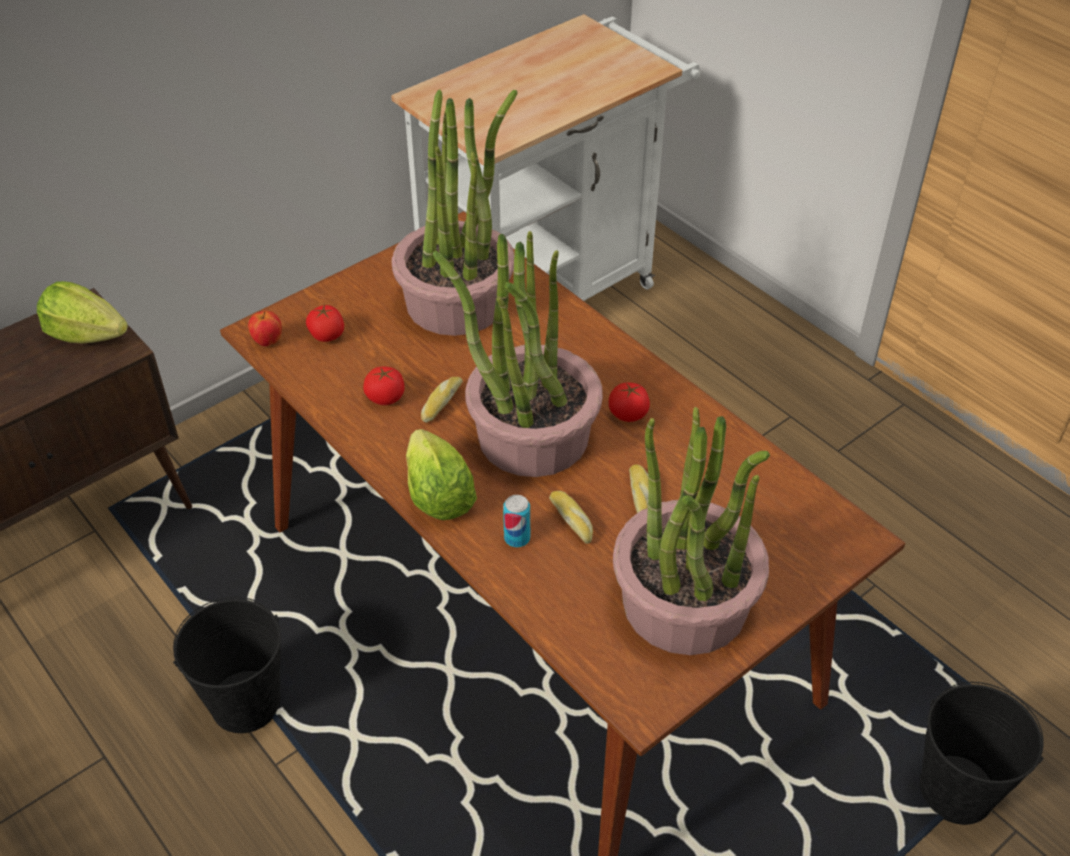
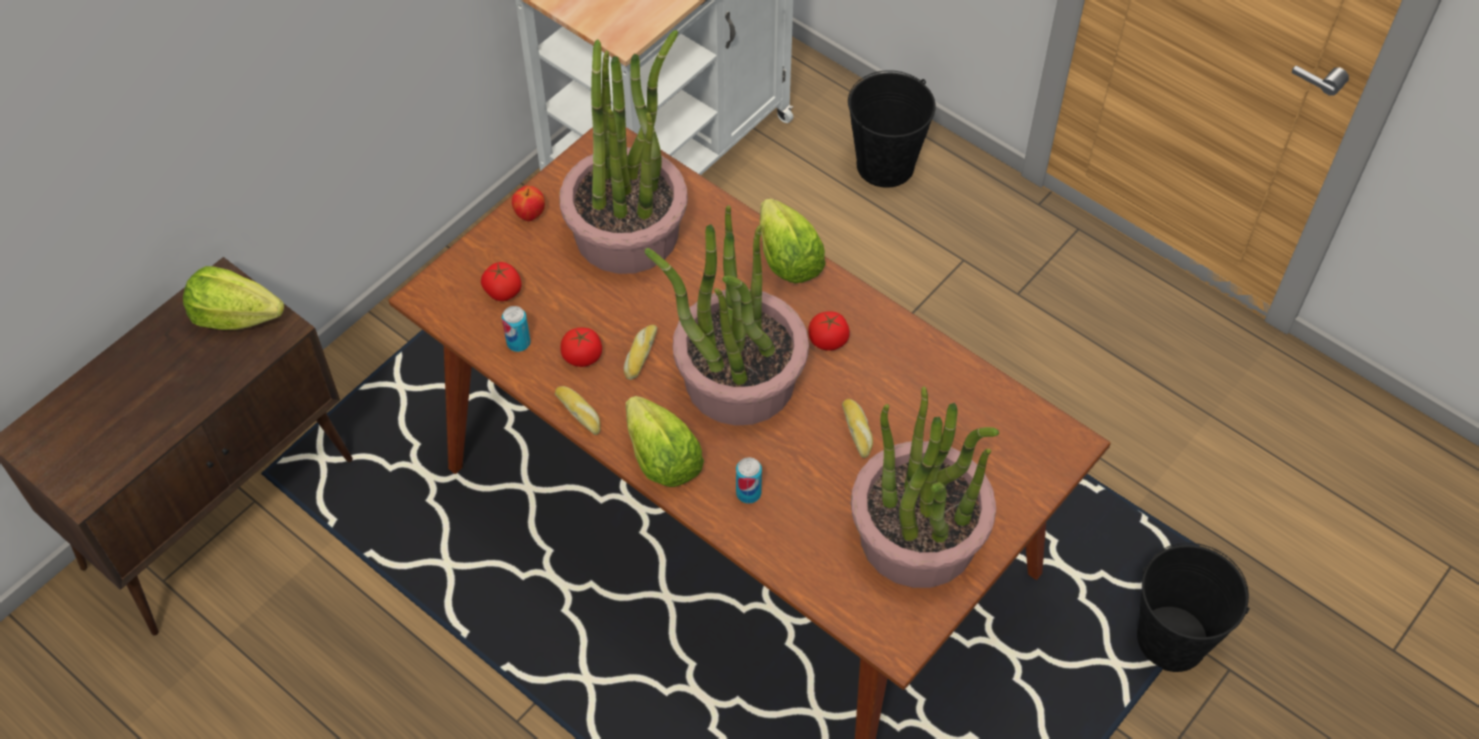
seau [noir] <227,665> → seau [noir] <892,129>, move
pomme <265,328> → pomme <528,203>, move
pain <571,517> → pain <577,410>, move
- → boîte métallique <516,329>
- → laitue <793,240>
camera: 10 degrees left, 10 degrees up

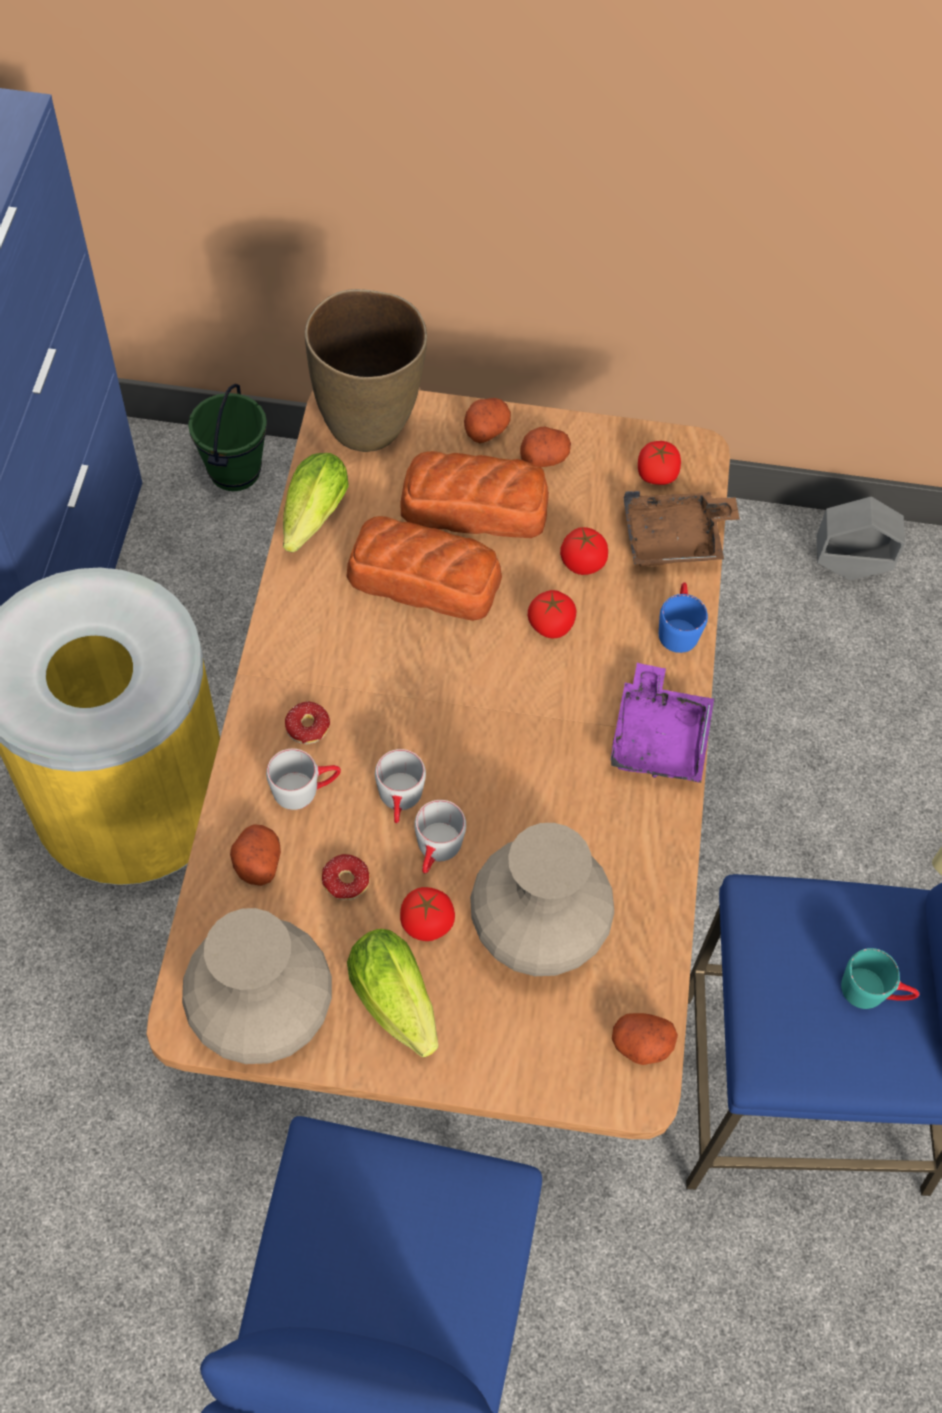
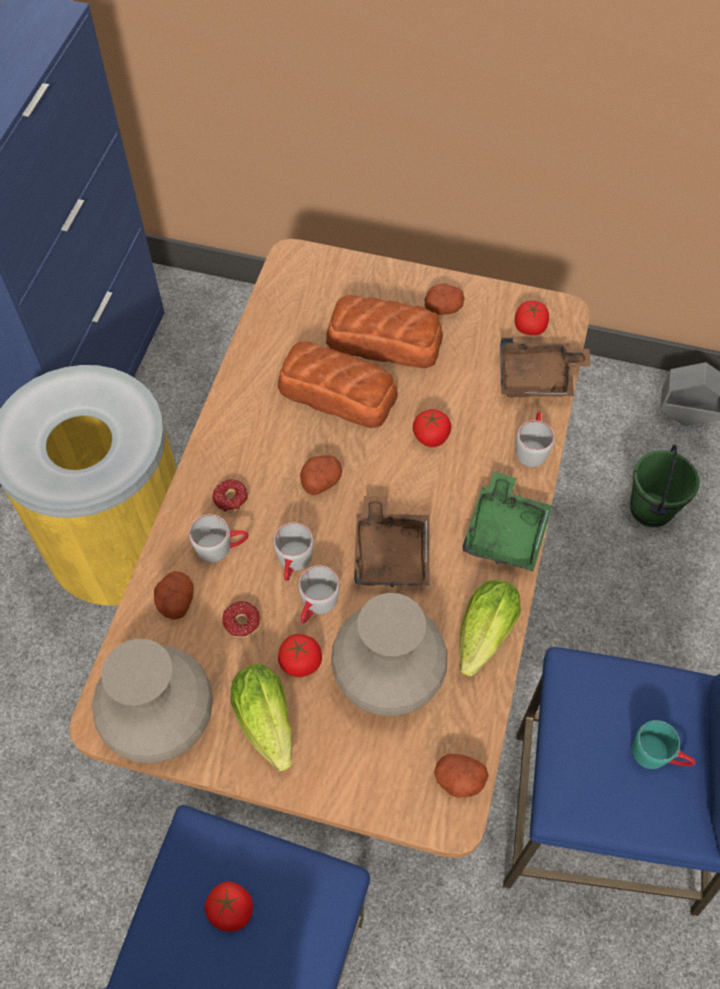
seau [vert] <227,437> → seau [vert] <664,485>, move
laitue <316,502> → laitue <490,628>, move
vase [marron] <366,370> → -
pomme de terre <487,420> → pomme de terre <321,475>, move
tomate <584,551> → tomate <228,906>, move
plateau [violet] <662,723> → plateau [vert] <507,522>
mug [bleu] <683,617> → mug [gris] <535,439>
- → plateau [marron] <392,541>
camera: 10 degrees right, 0 degrees up

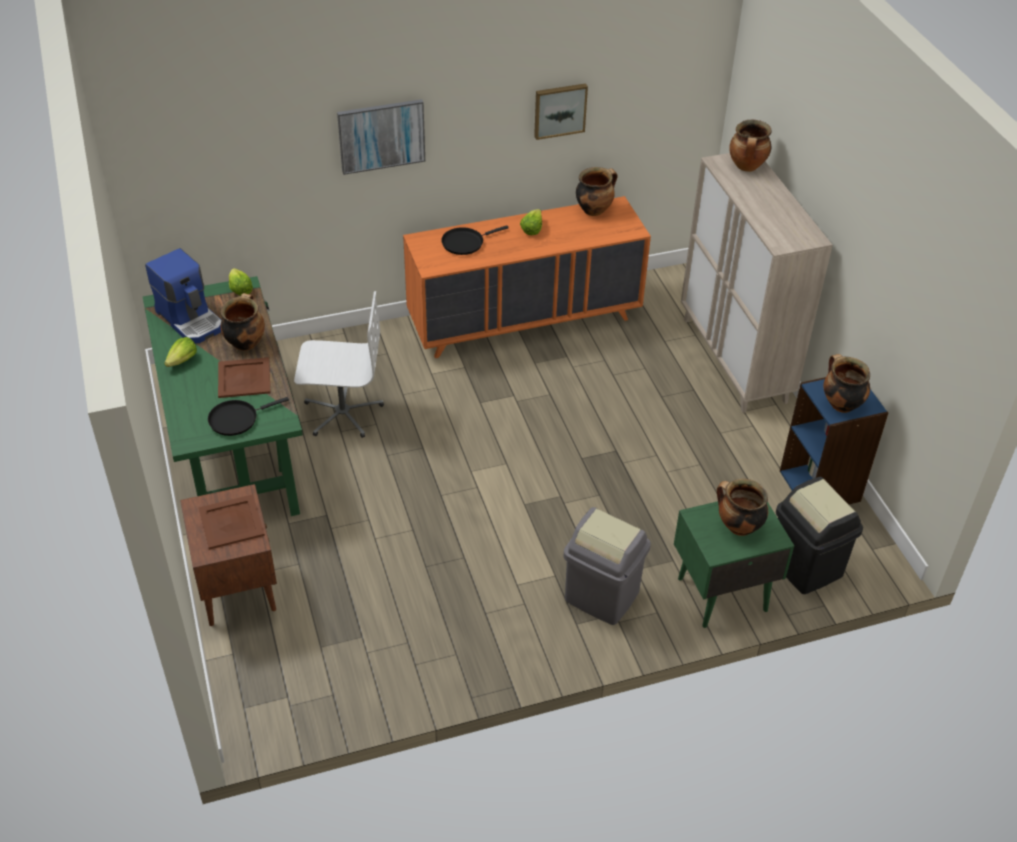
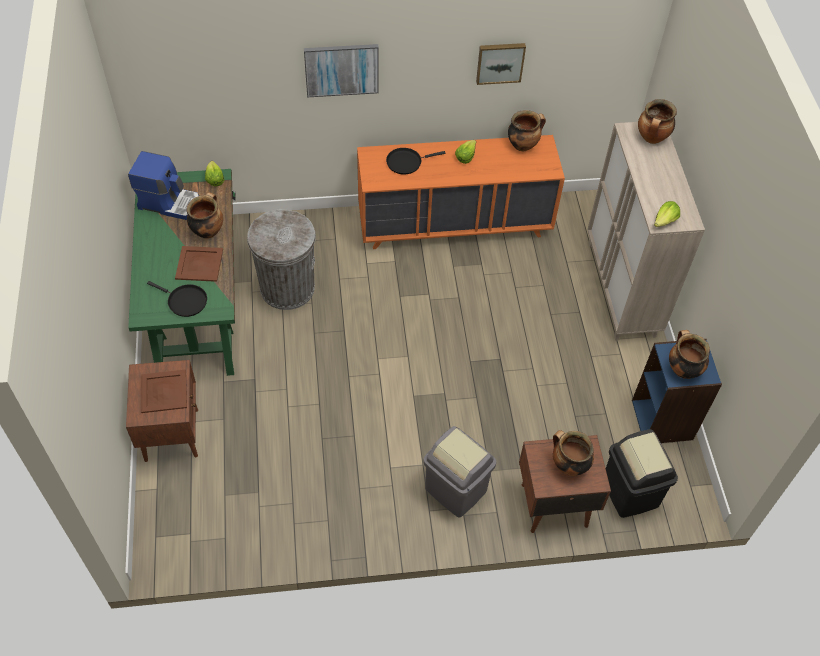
machine à café <183,295> → machine à café <163,185>, 45 degrees counterclockwise
laitue <180,352> → laitue <667,214>, move
poêle [noir] <248,416> → poêle [noir] <177,299>, 135 degrees counterclockwise
chaise de bureau [blanc] <339,364> → poubelle [gris] <281,259>
table de chevet [vert] <734,564> → table de chevet [marron] <565,484>
camera: 10 degrees right, 10 degrees up

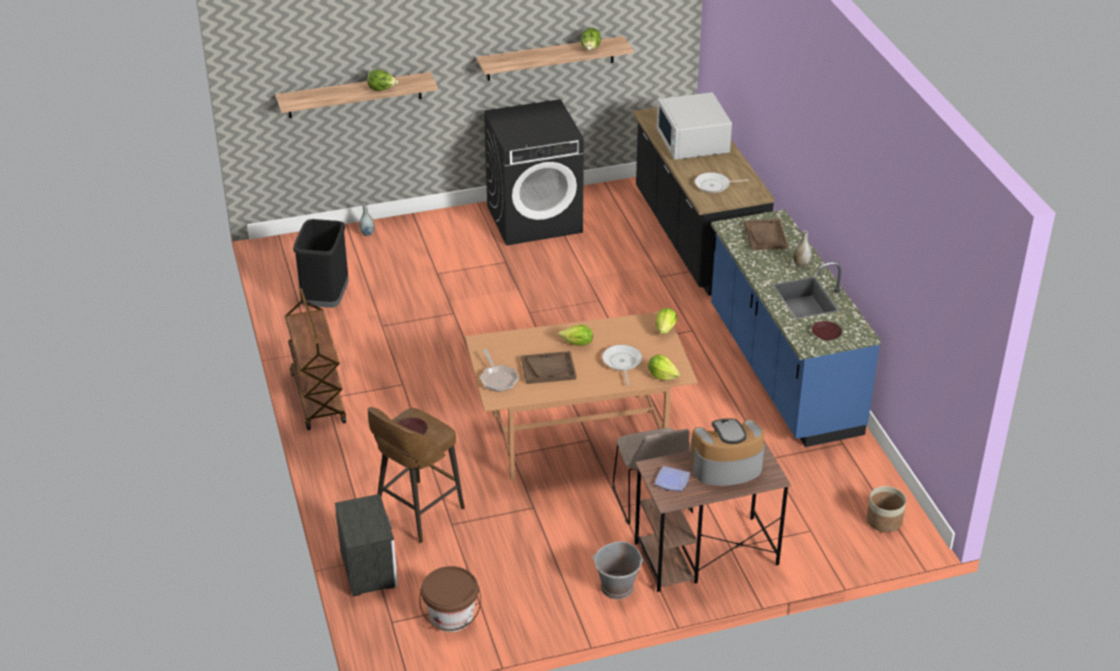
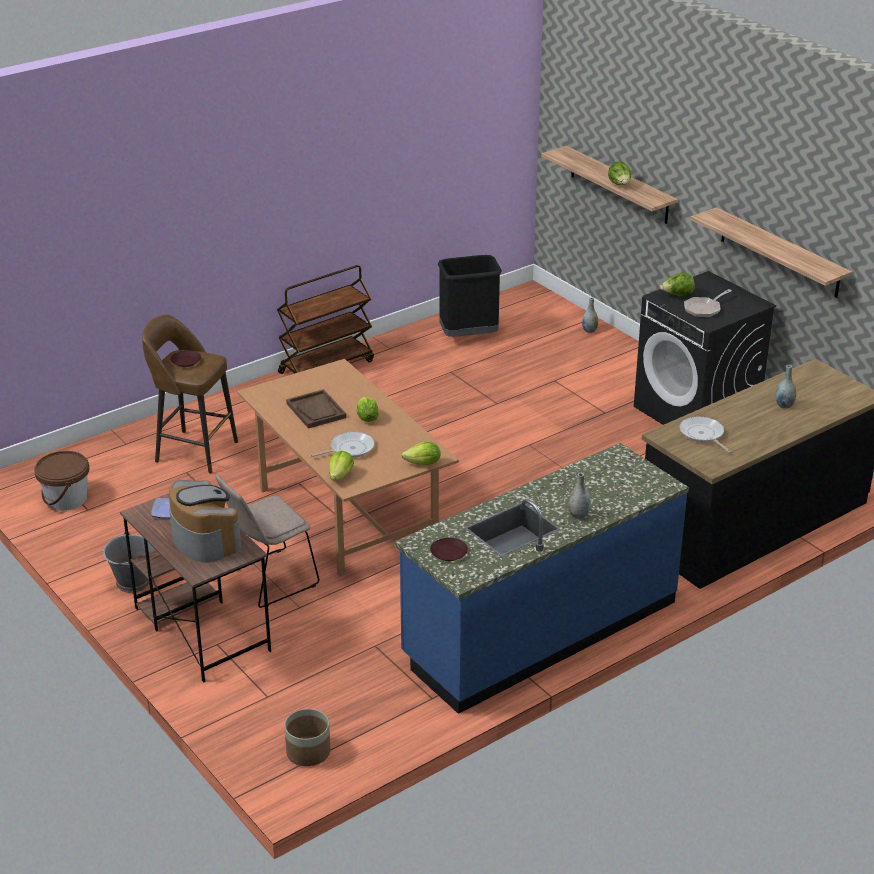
table de chevet <366,545> → -
poêle <499,370> → poêle <708,303>, move
laitue <591,39> → laitue <677,284>, move
micro-ondes [blanc] <694,126> → vase [gris] <785,387>
plateau [marron] <766,234> → -
camera: 70 degrees right, 5 degrees down

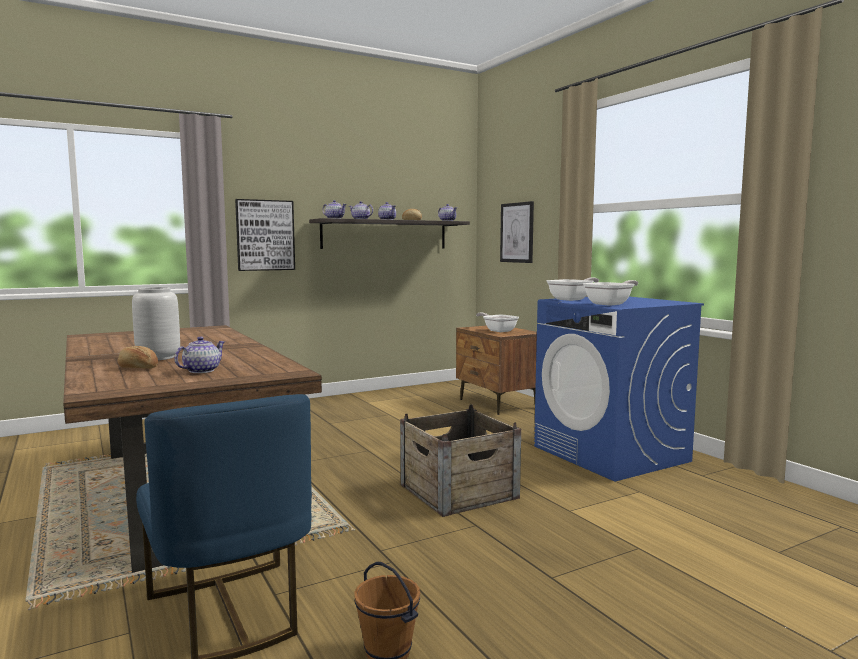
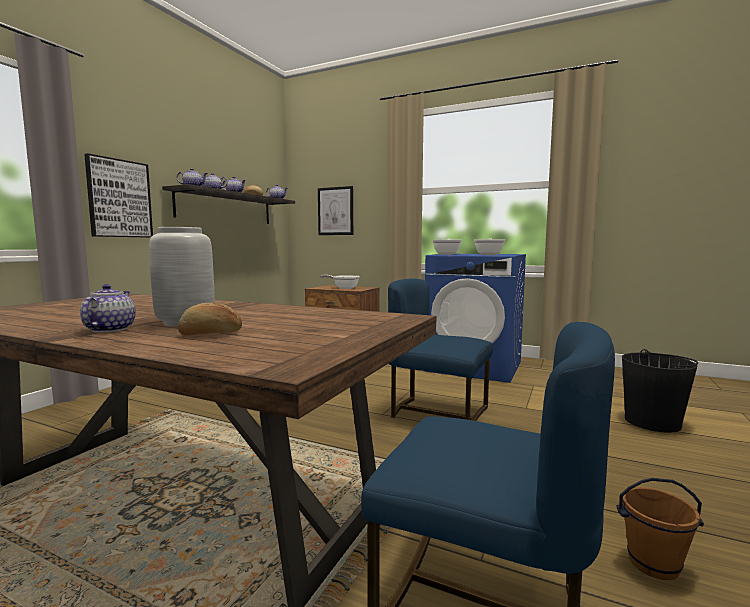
théière <200,354> → théière <108,308>, move
caisse <460,460> → chaise [bleu] <440,349>
- → seau [noir] <660,391>
camera: 35 degrees left, 0 degrees up

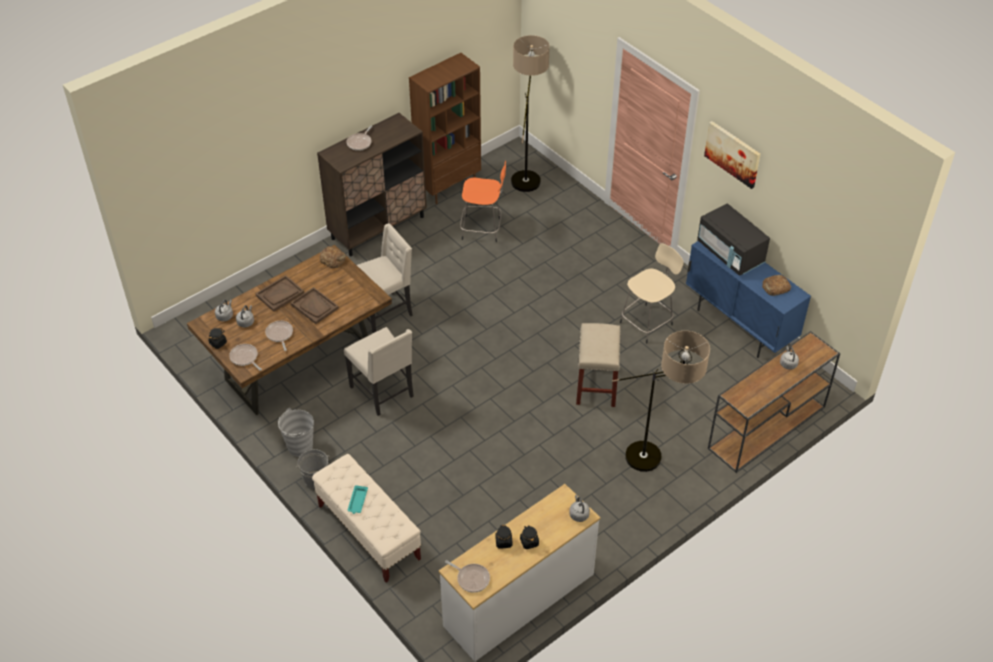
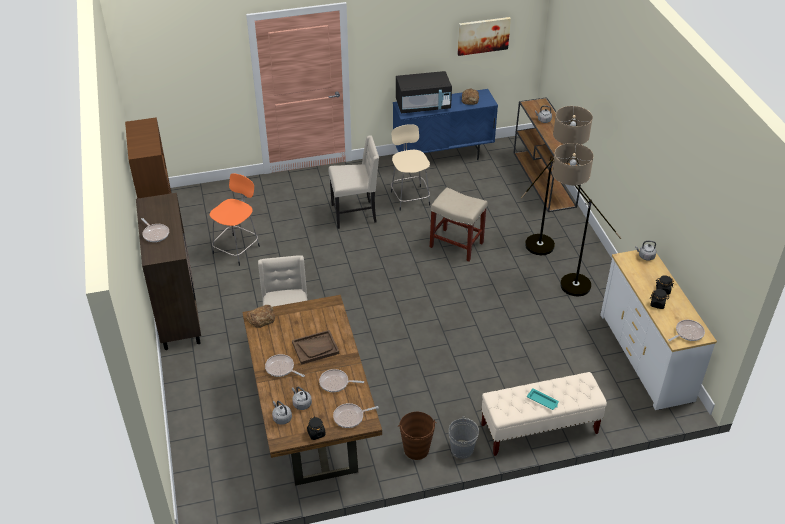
plateau [marron] <279,293> → poêle <285,365>
seau [gris] <296,432> → seau [marron] <417,436>
chaise [beige] <379,371> → chaise [beige] <354,182>, move
lampadaire <530,113> → lampadaire <586,219>, move
tableau <732,155> → tableau <484,36>, move
camera: 65 degrees left, 5 degrees down

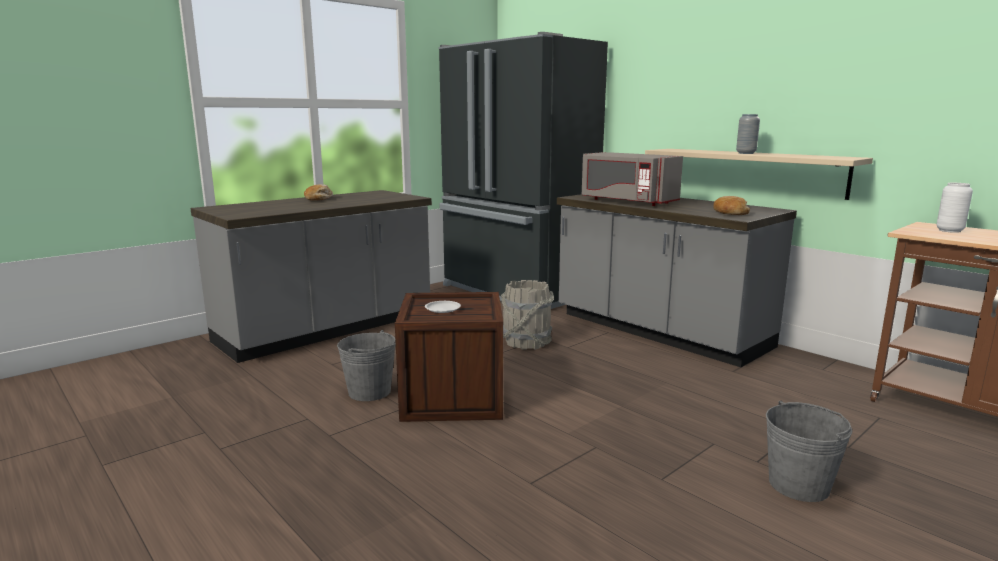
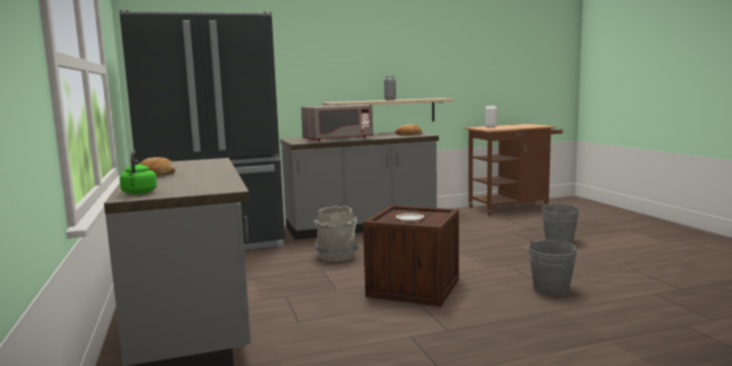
seau [gris] <366,365> → seau [gris] <553,268>, move
- → bouilloire [vert] <138,172>
camera: 65 degrees left, 5 degrees down

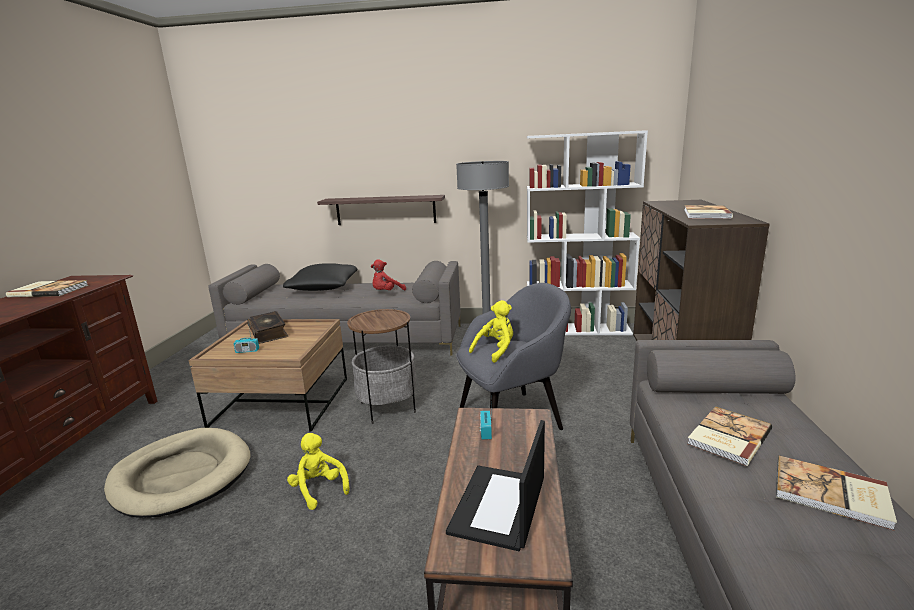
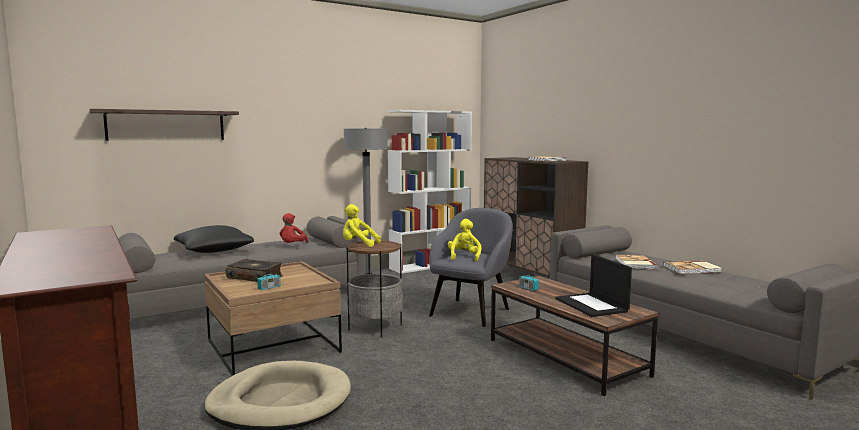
livre <47,289> → -
peluche [jaune] <318,471> → peluche [jaune] <362,225>, move
étagère <381,210> → étagère <164,125>, move
camera: 40 degrees left, 10 degrees down

